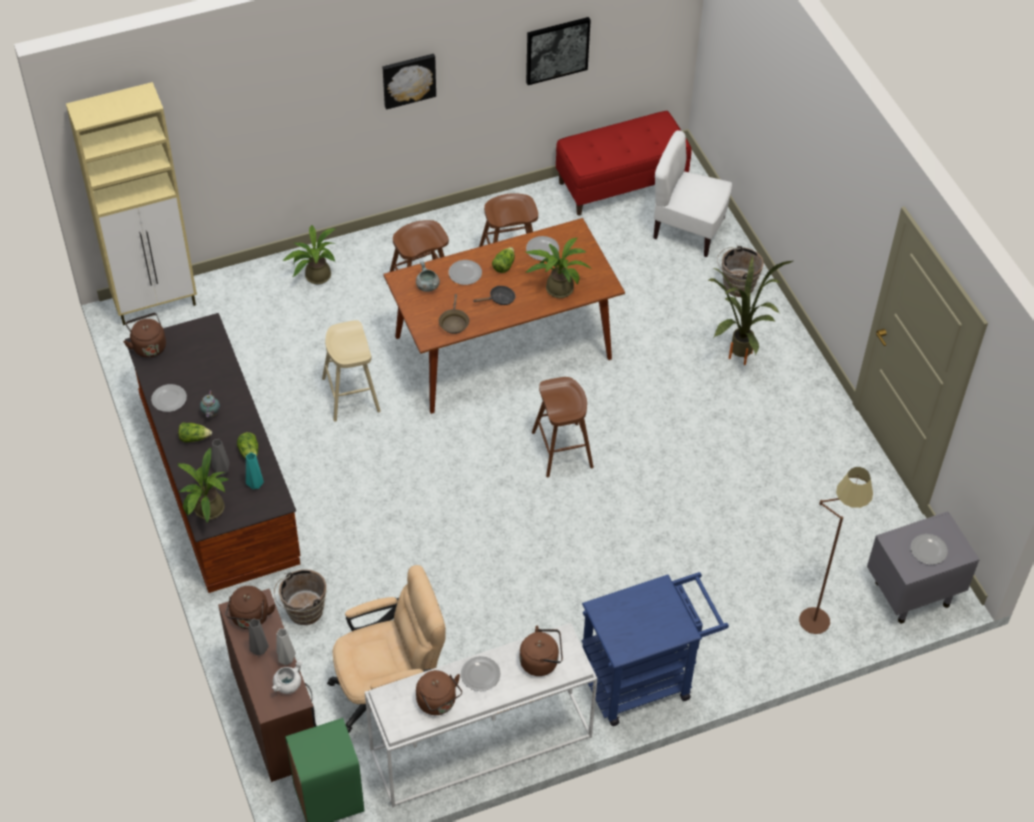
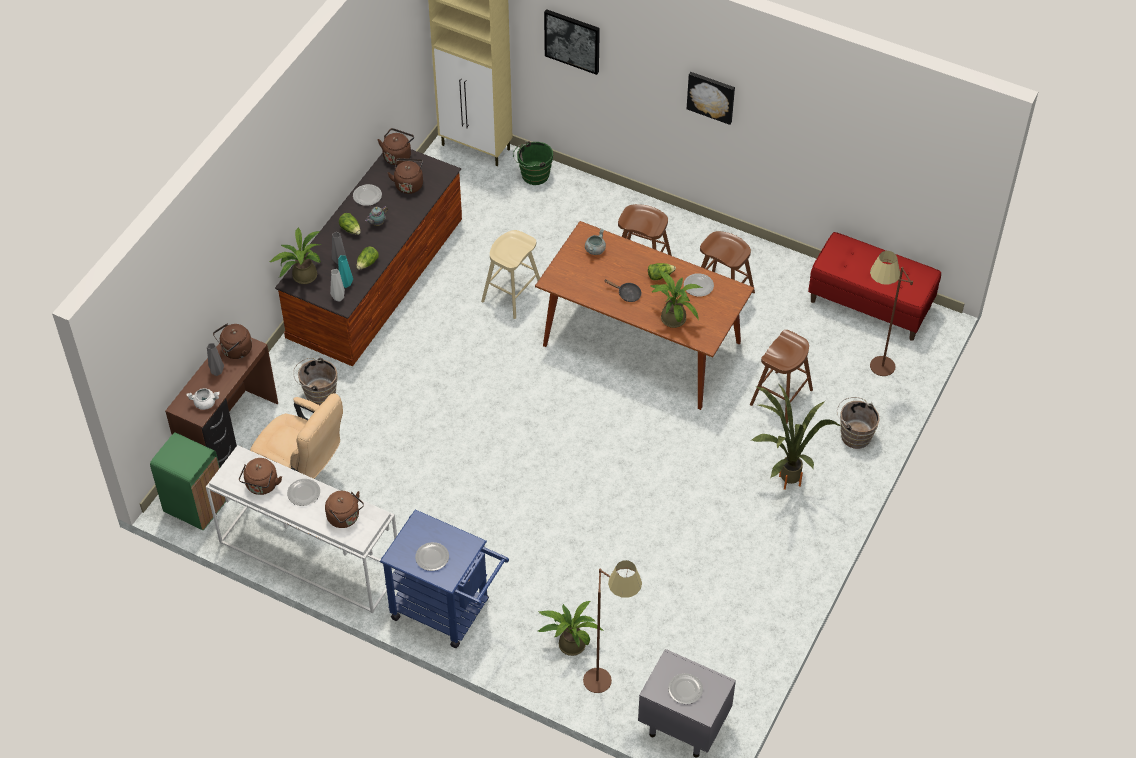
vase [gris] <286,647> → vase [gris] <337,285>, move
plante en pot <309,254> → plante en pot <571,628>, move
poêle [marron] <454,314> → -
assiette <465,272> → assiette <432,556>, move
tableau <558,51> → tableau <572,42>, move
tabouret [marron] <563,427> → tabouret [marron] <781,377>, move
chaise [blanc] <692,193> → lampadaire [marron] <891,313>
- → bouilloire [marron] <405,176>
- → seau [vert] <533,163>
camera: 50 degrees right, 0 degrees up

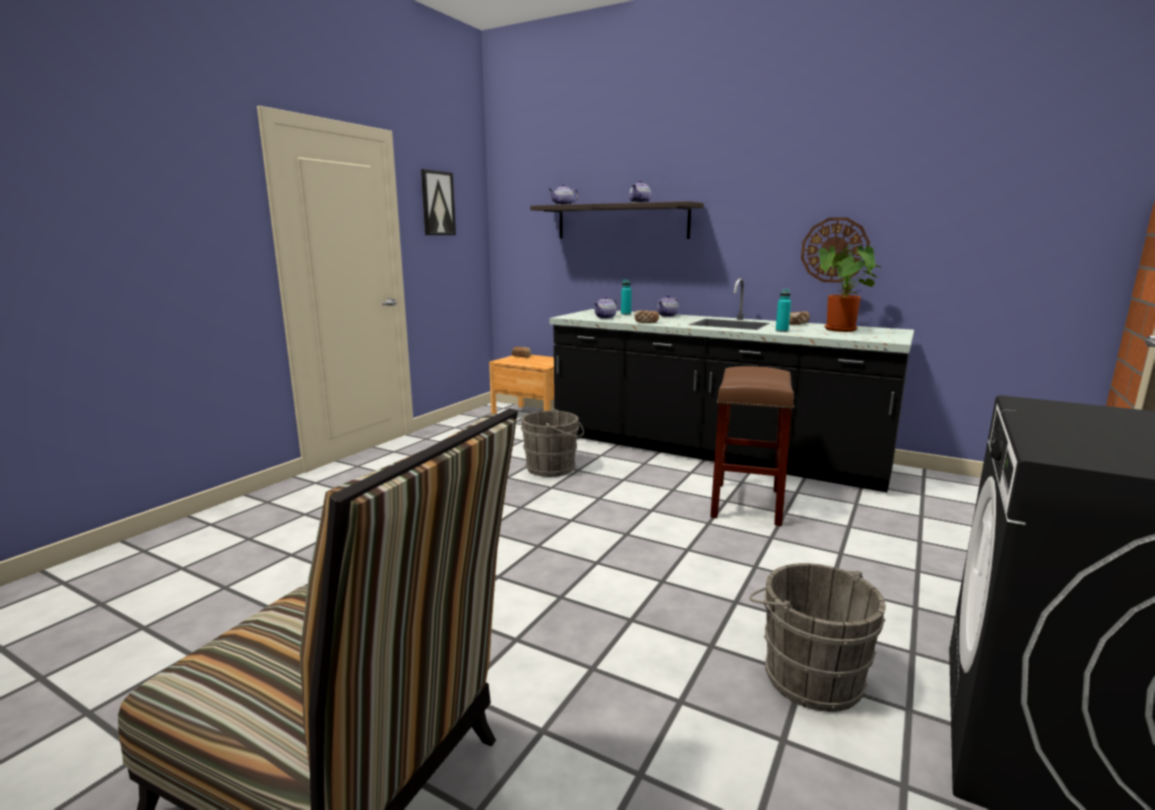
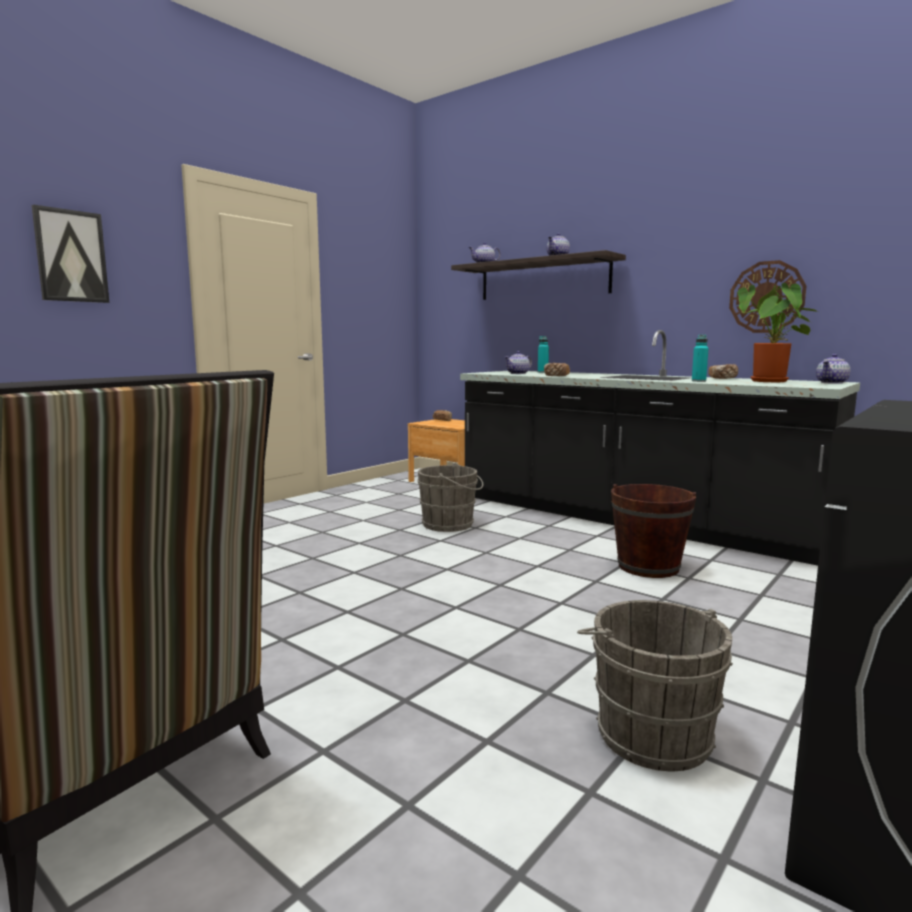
tableau <438,202> → tableau <70,254>, move
théière <668,306> → théière <833,369>, move
tabouret [marron] <752,446> → seau [marron] <653,531>
camera: 10 degrees right, 5 degrees down

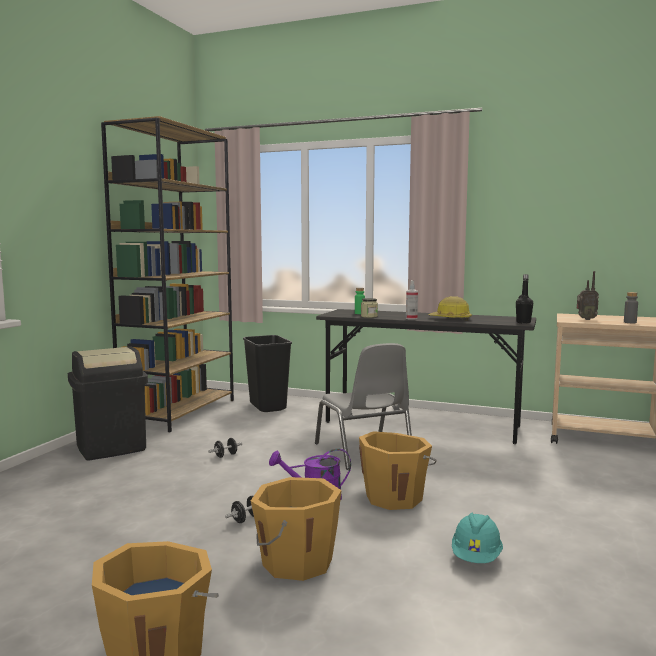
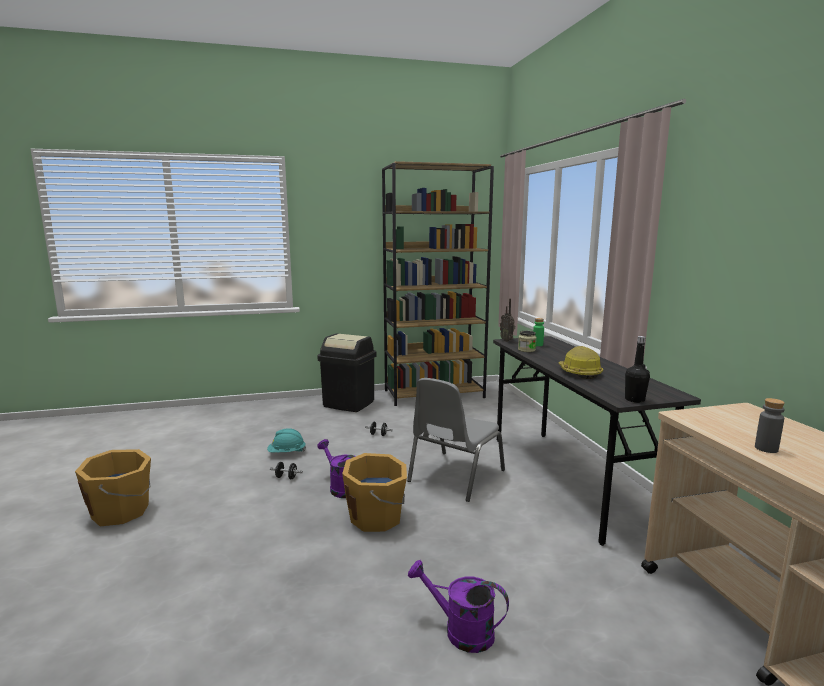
poubelle [noir] <267,373> → -
seau [orange] <296,529> → -
vaporisateur <412,300> → -
casque de chantier [turquoise] <477,538> → casque de chantier [turquoise] <286,440>, move
radio <588,295> → radio <507,320>, move
- → arrosoir [violet] <458,606>
camera: 55 degrees right, 5 degrees up

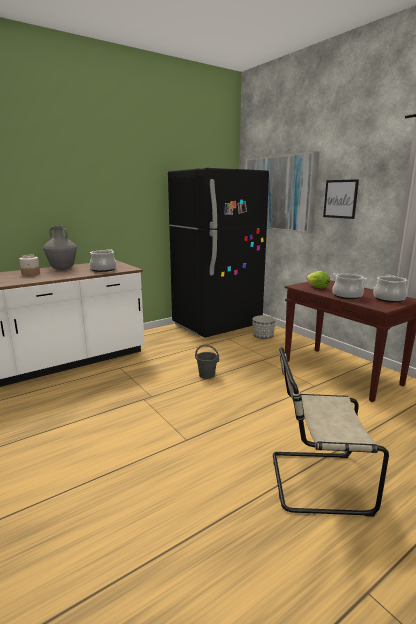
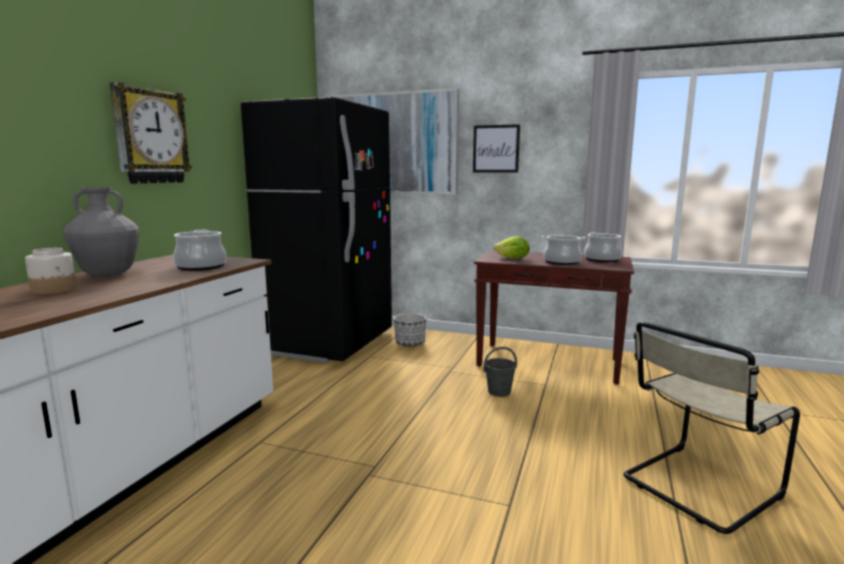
seau [gris] <207,362> → seau [gris] <500,372>, move
- → horloge murale <151,133>
camera: 35 degrees left, 5 degrees down

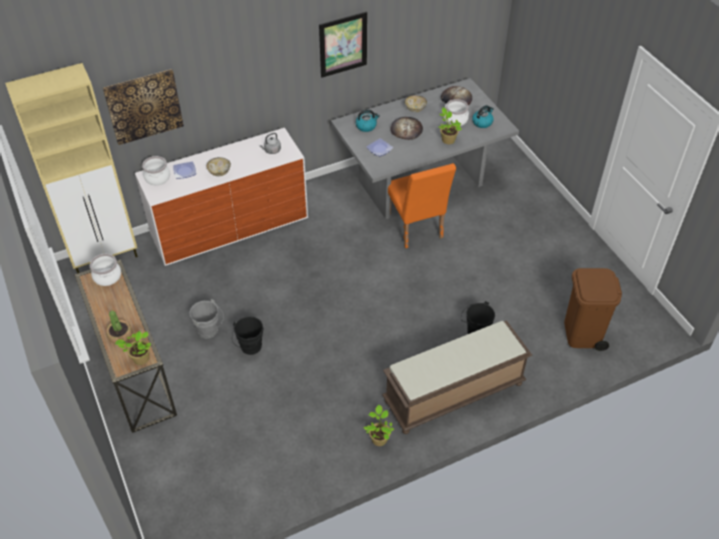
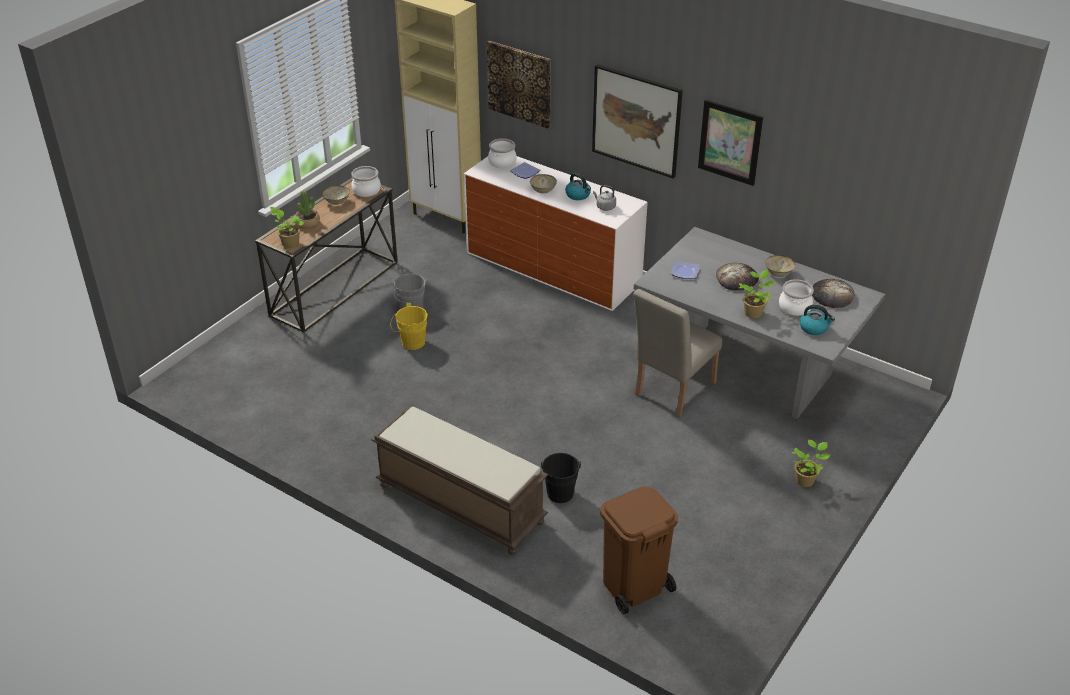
seau [noir] <248,335> → seau [jaune] <409,326>
bouilloire <367,121> → bouilloire <578,186>, move
plante en pot <378,425> → plante en pot <810,463>, move
chaise [orange] <422,205> → chaise [beige] <677,353>
- → bol <336,195>
- → tableau <637,121>
camera: 60 degrees right, 10 degrees down

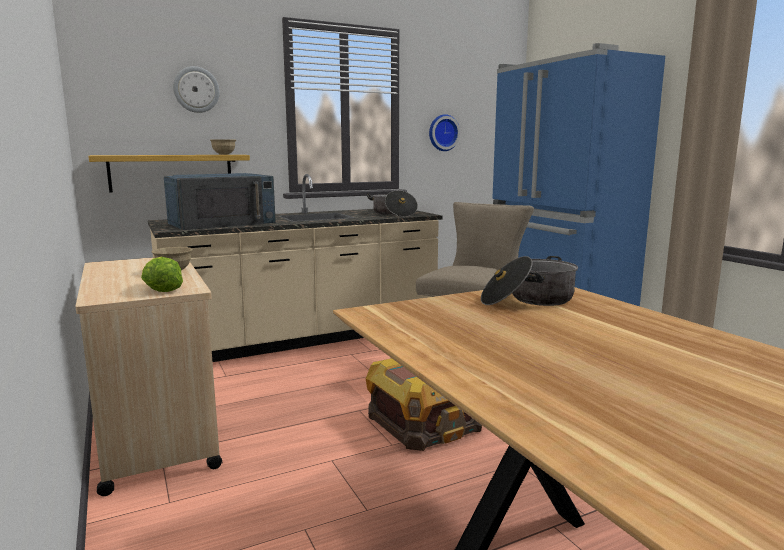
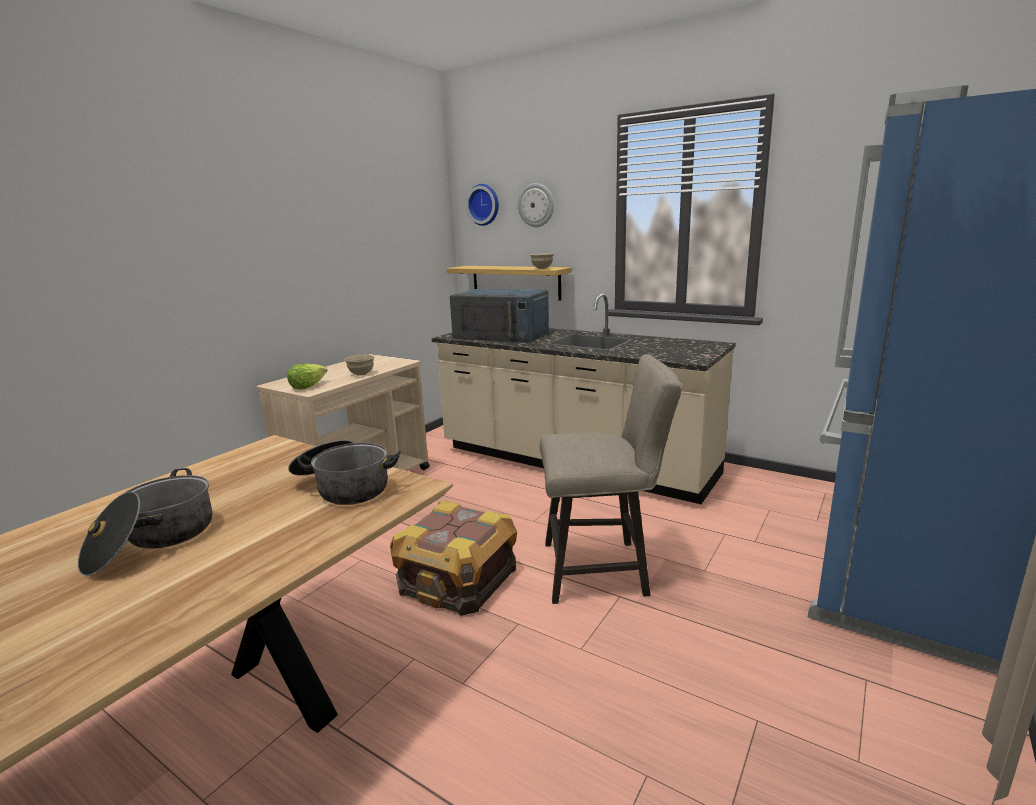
marmite <392,203> → marmite <145,522>, move
horloge murale <444,132> → horloge murale <482,205>, move
camera: 60 degrees right, 5 degrees up

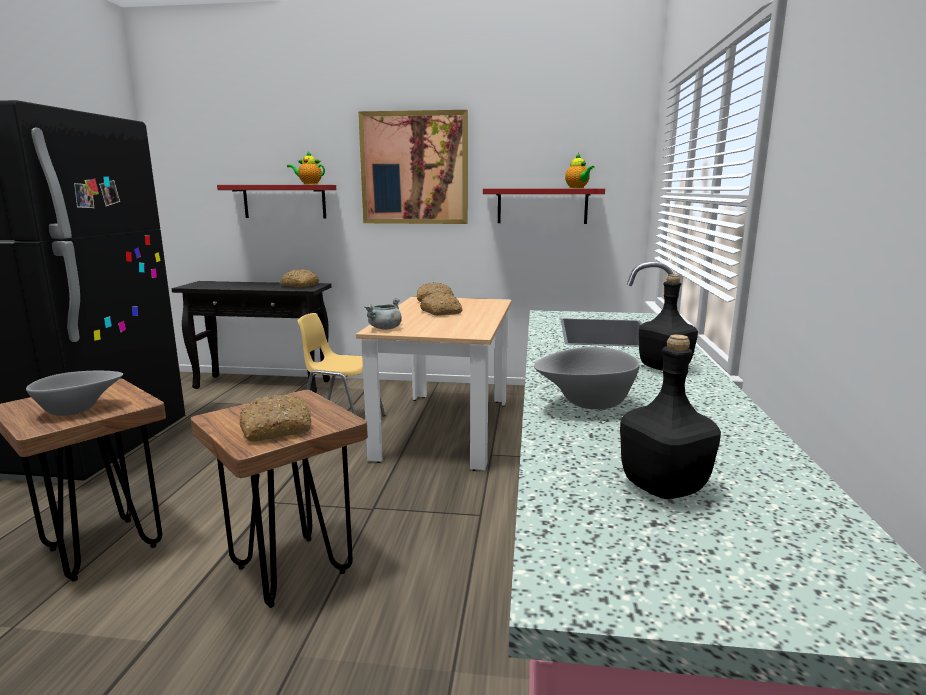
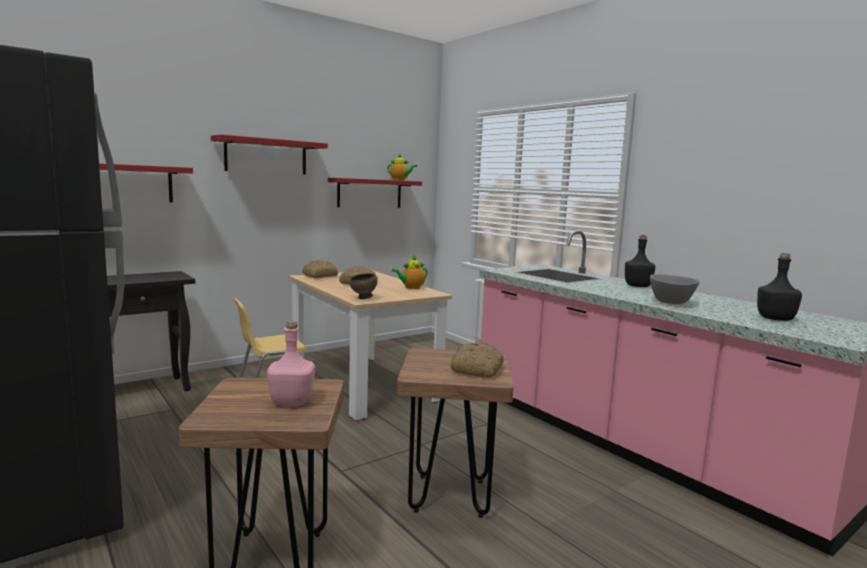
bol [gris] <74,393> → bouteille [rose] <291,363>
pain <299,278> → -
théière <306,167> → théière <410,272>, move
tableau <413,167> → étagère [rouge] <269,154>
marmite [gris] <383,314> → bol [marron] <363,286>
camera: 45 degrees left, 5 degrees down

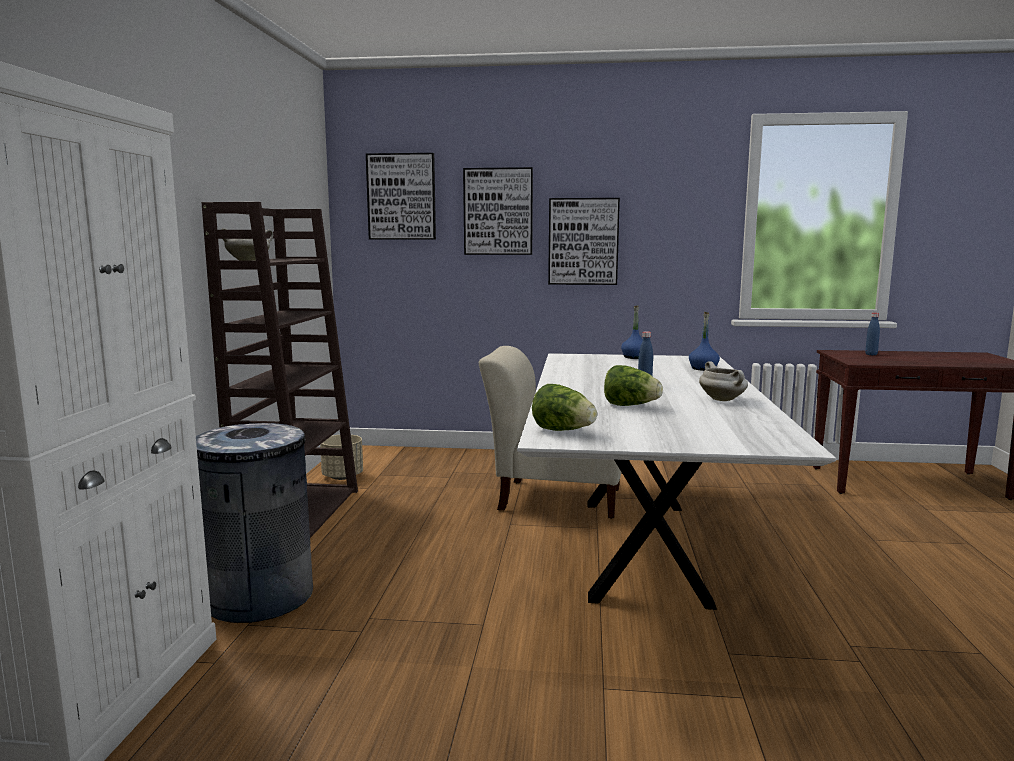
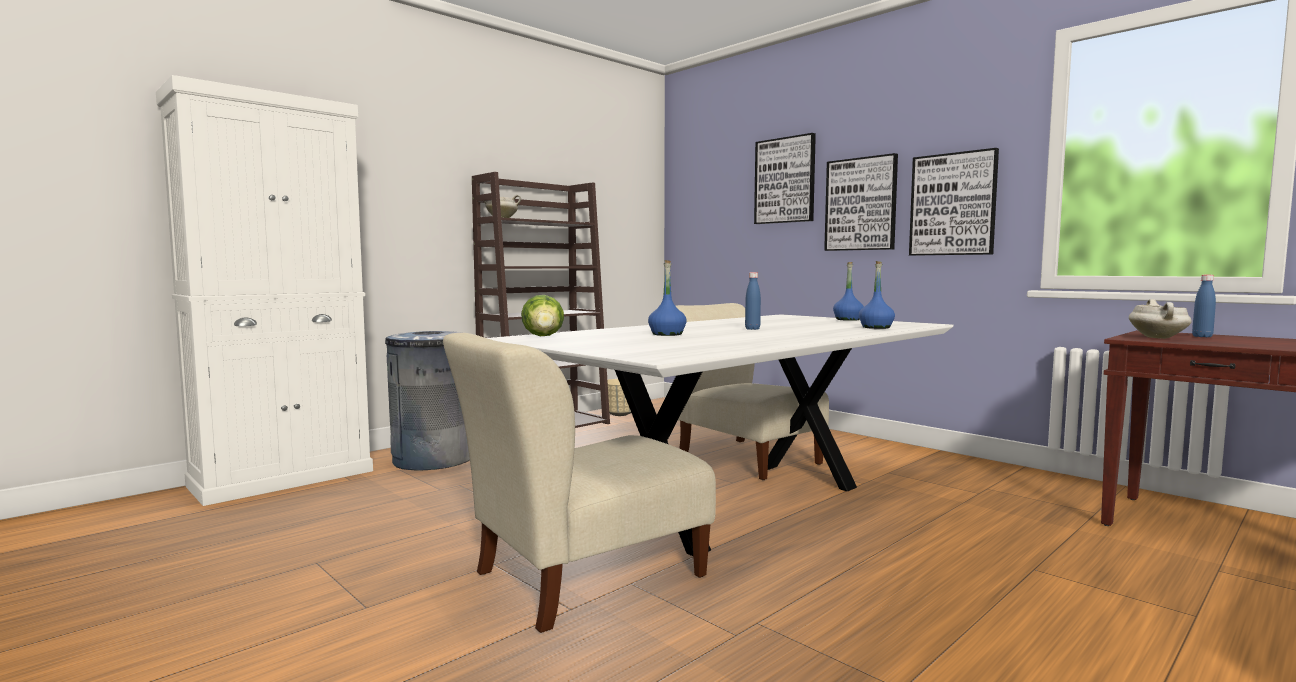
tableau <401,196> → tableau <954,202>, move
laitue <633,385> → bouteille [bleu] <667,298>
marmite [blanc] <723,381> → marmite [blanc] <1160,319>, move
- → chaise [beige] <579,483>
camera: 40 degrees right, 5 degrees down

